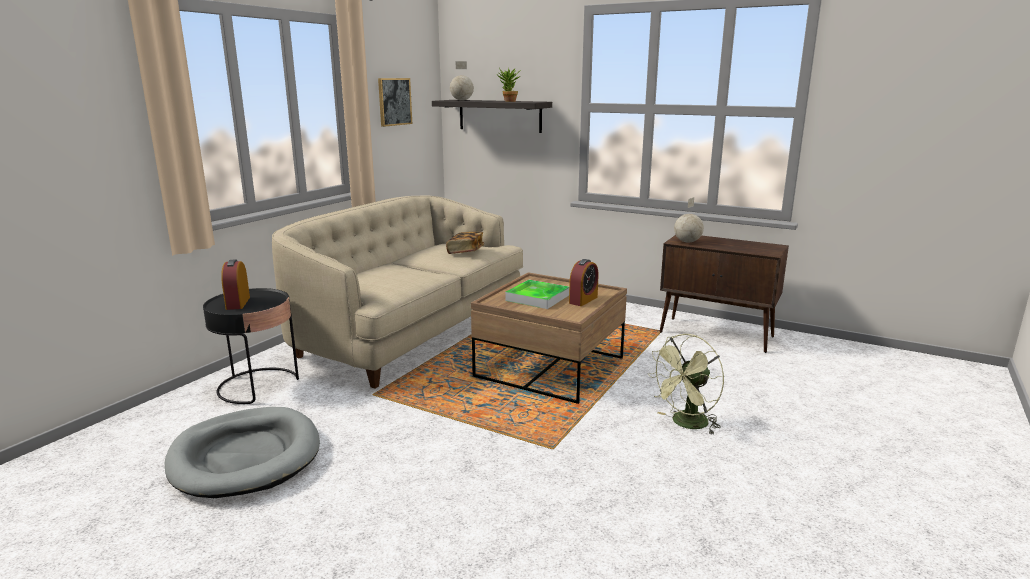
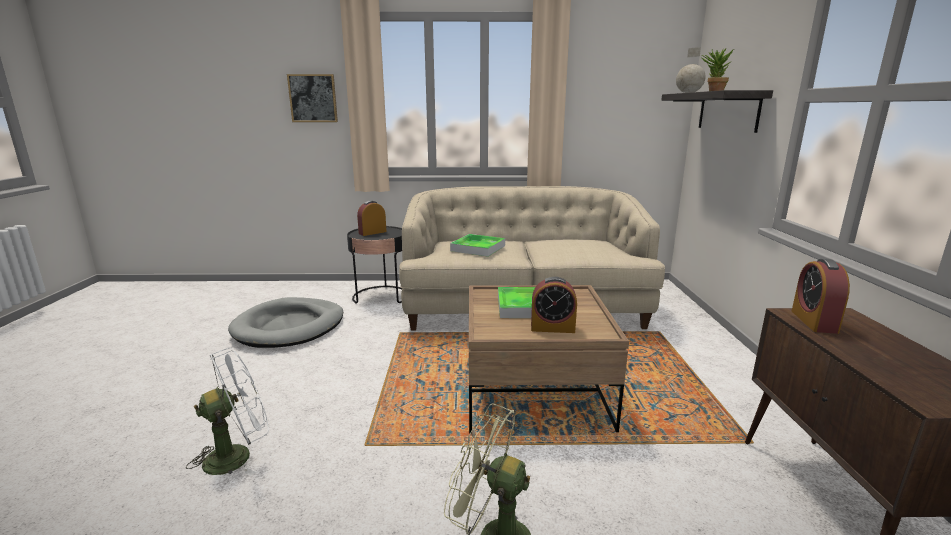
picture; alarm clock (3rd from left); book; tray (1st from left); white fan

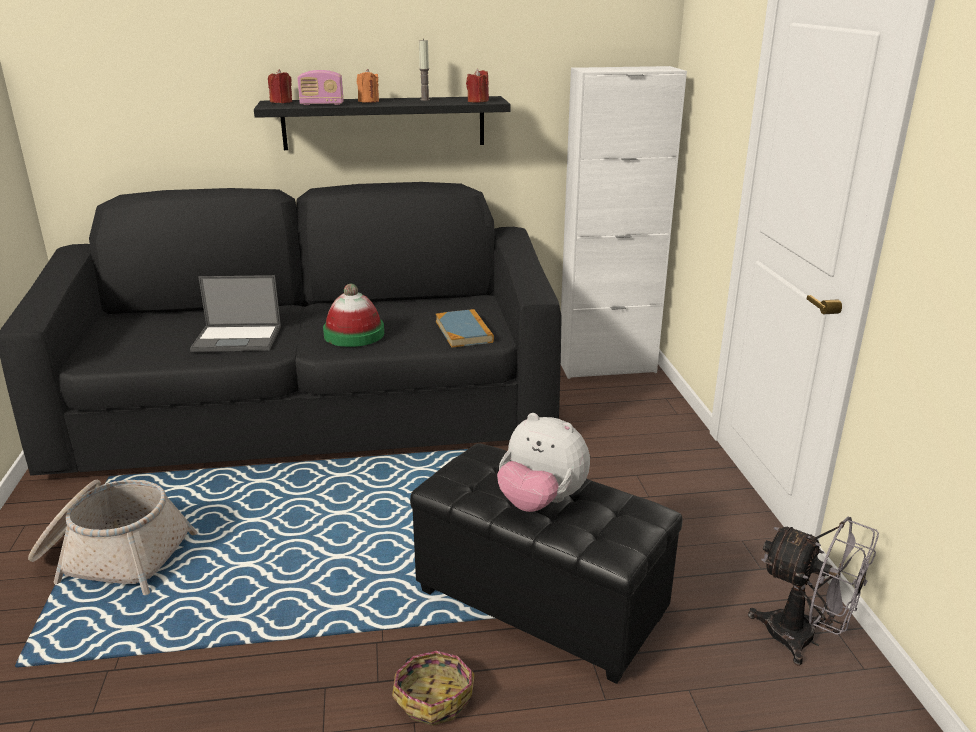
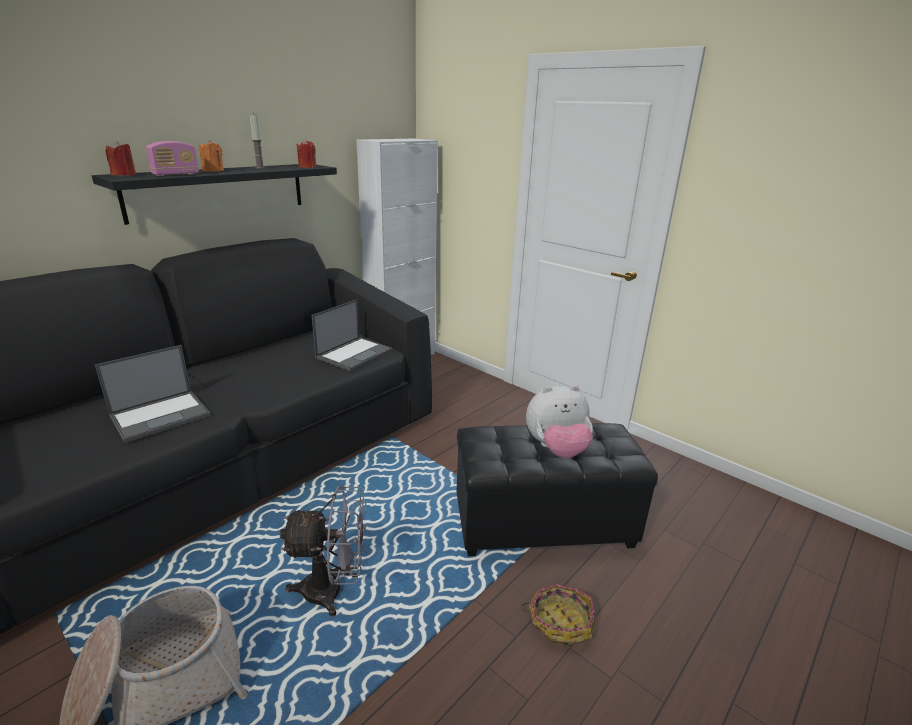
hat; laptop (2nd from left); grey fan

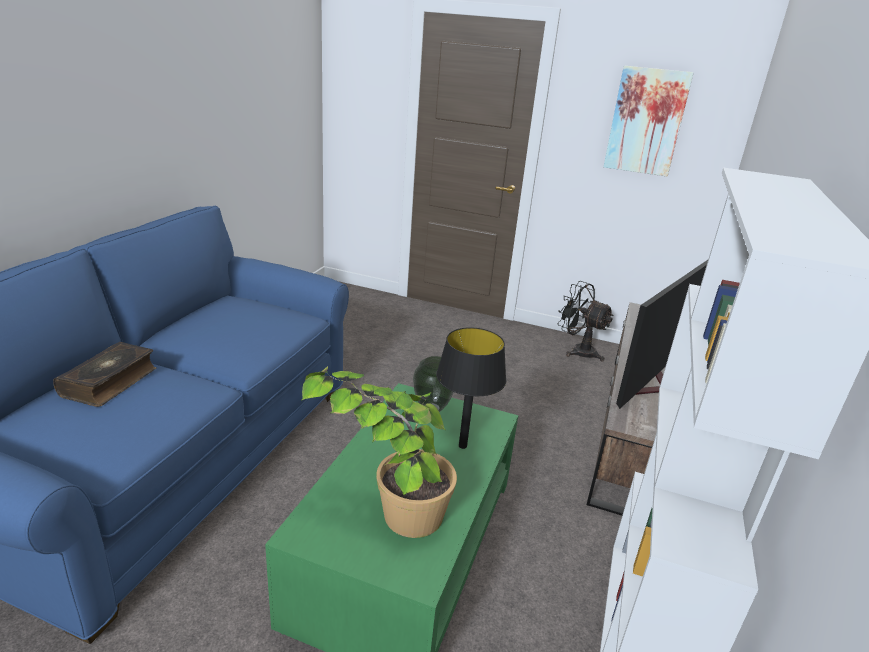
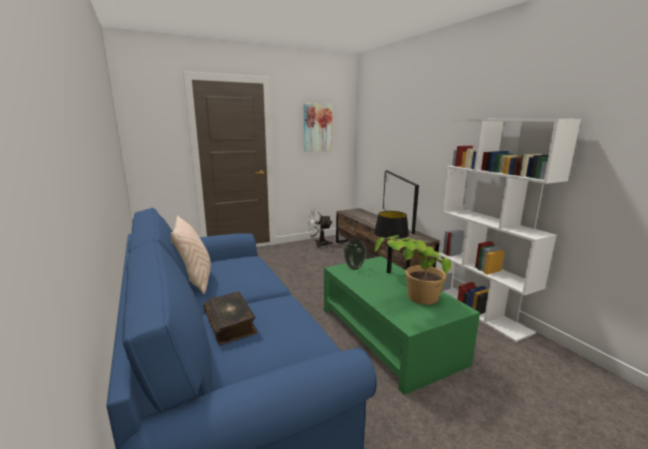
white fan; beige pillow

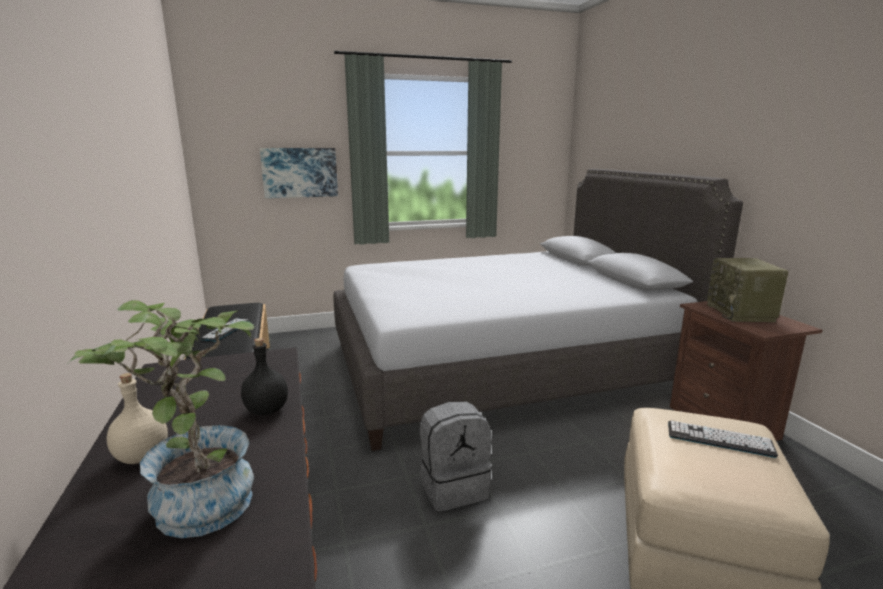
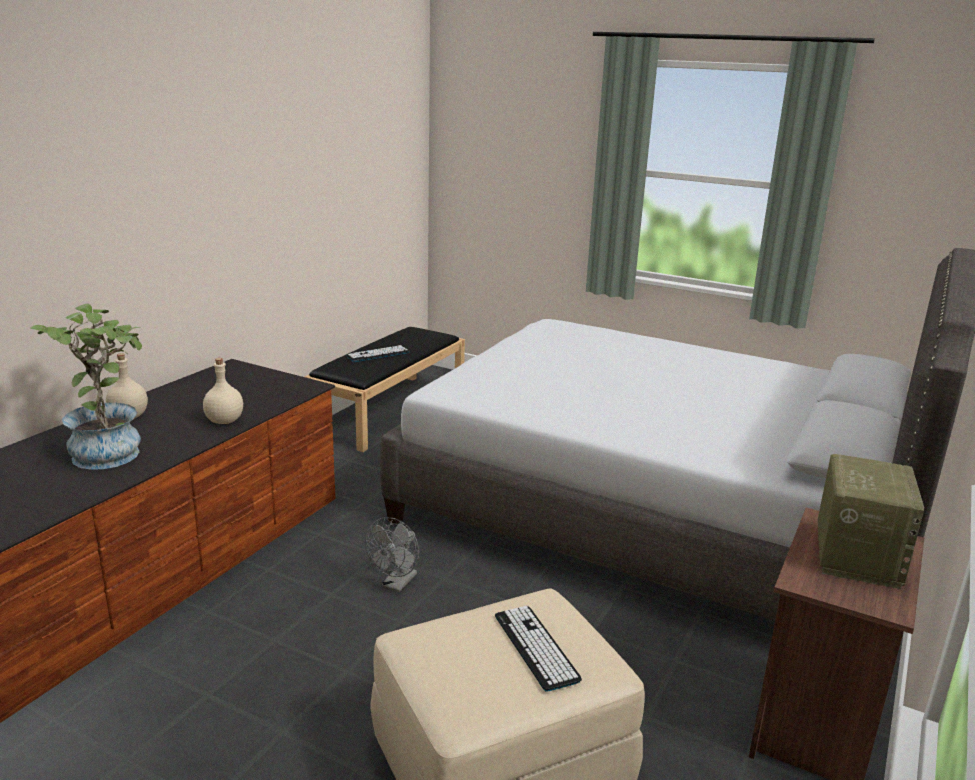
picture; radio; beige bottle (2nd from left); grey fan

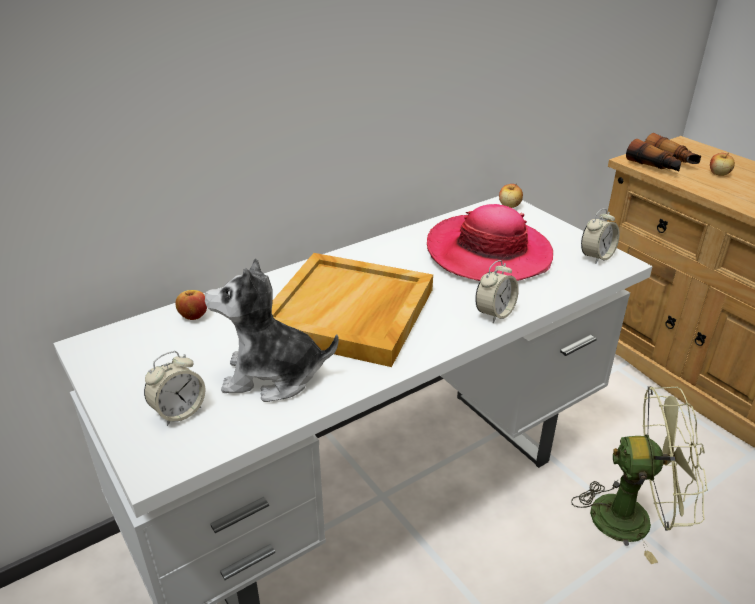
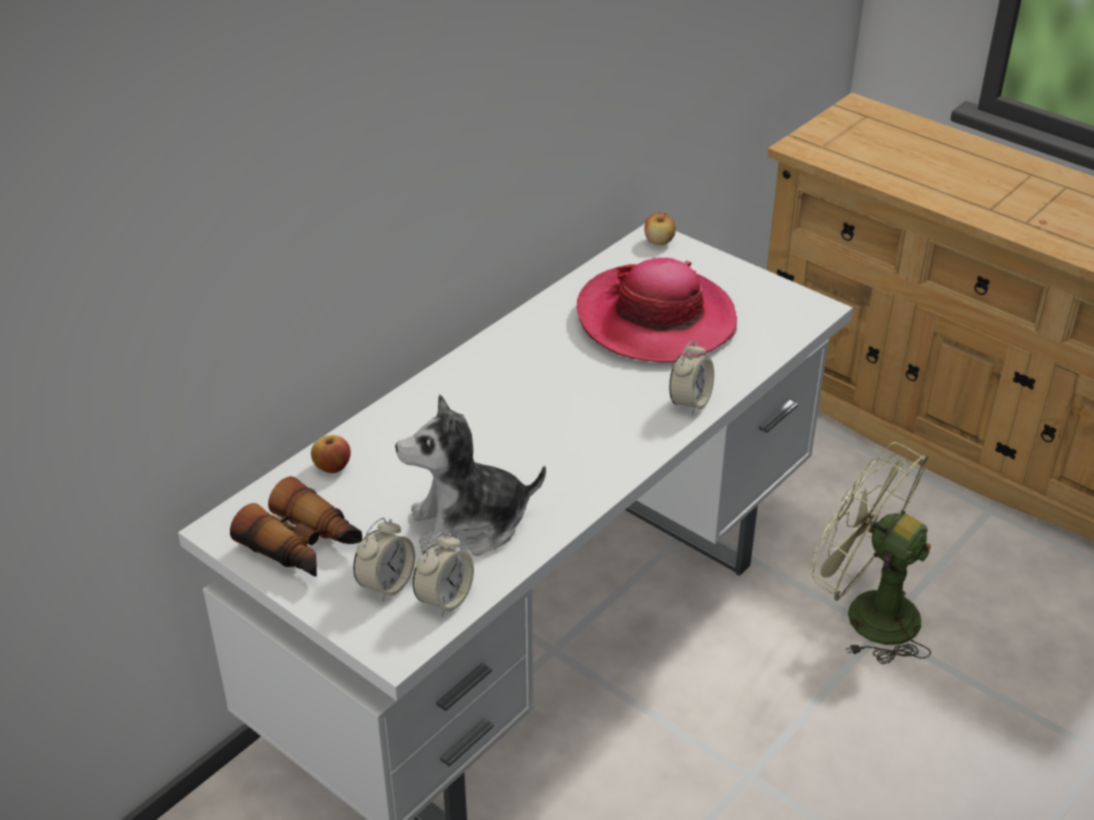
binoculars; apple (3rd from left in the first image); alarm clock (2nd from left); beige tray; green fan

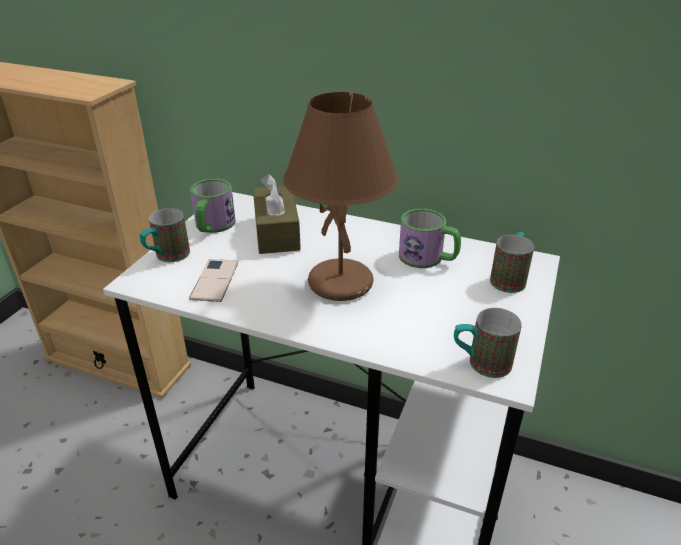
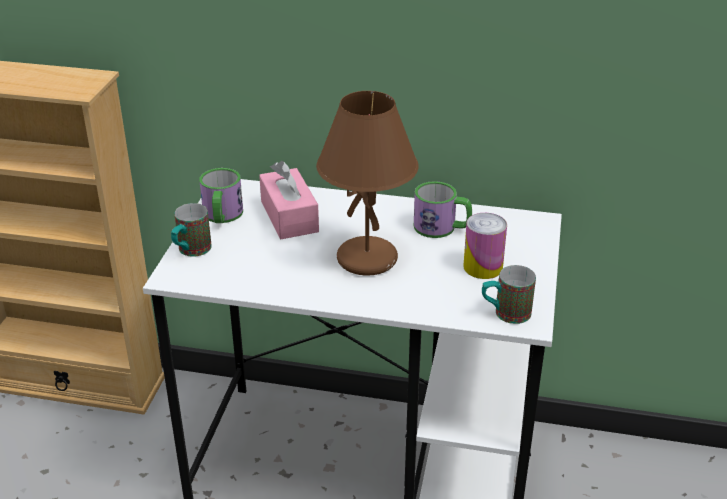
pink tissue box; mug (5th from left in the first image); phone; can

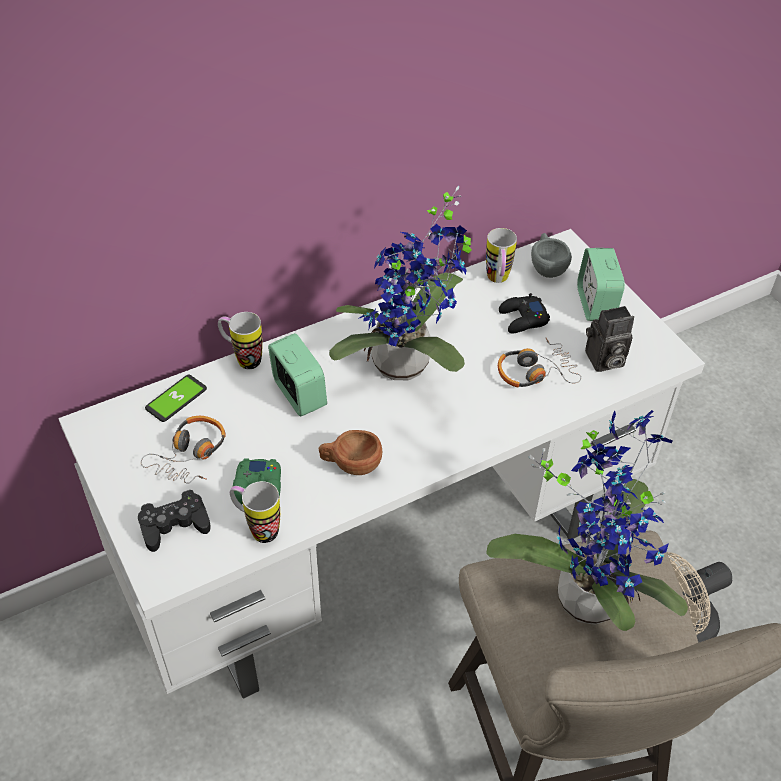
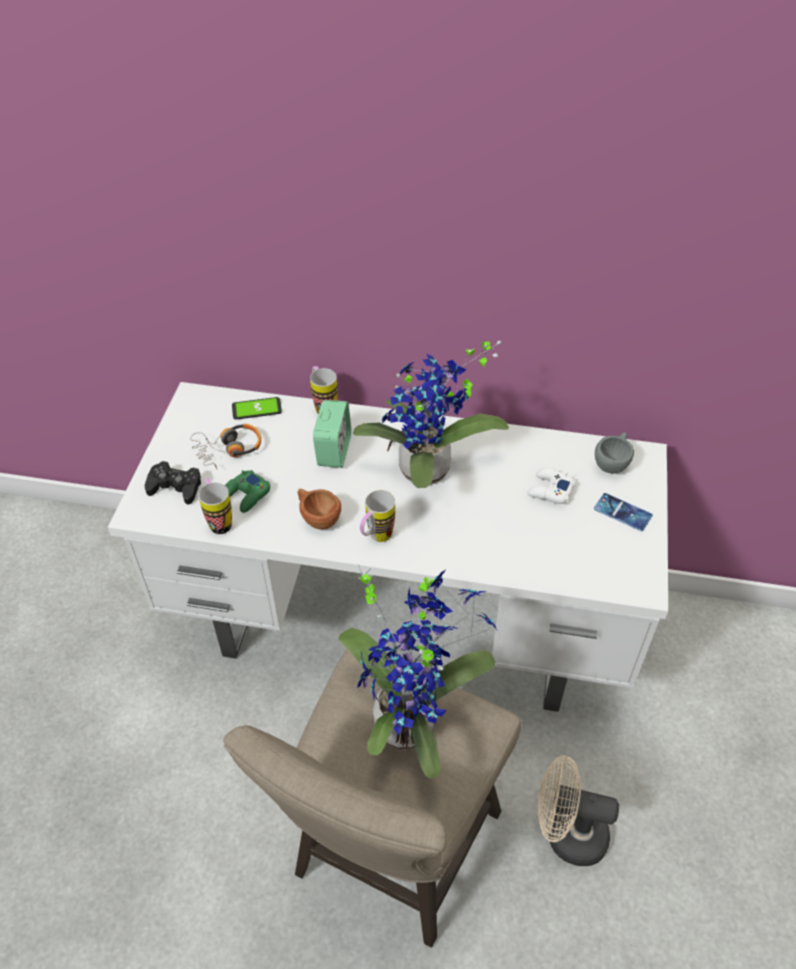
mug (3rd from left); phone (2nd from left); white game controller; photo camera; headphones (2nd from left in the first image)

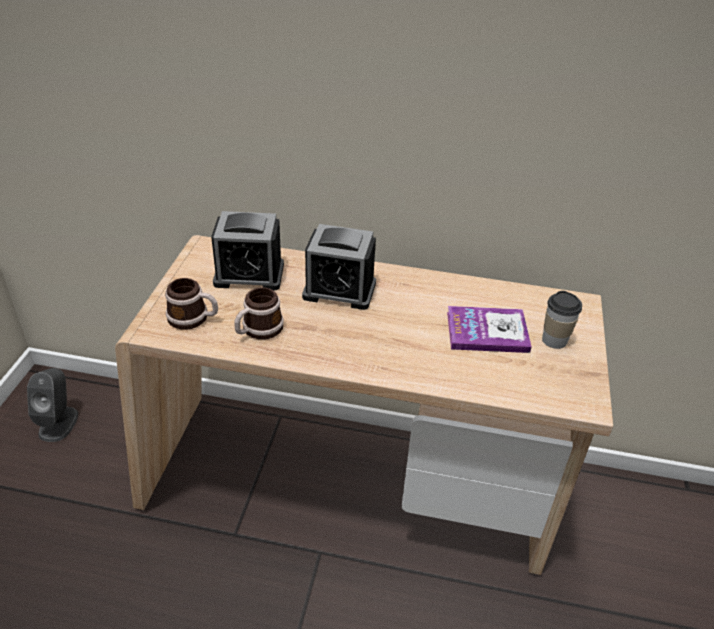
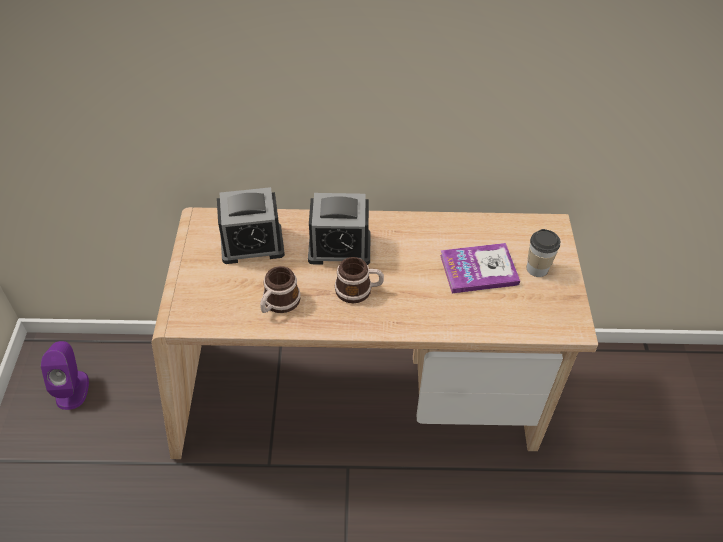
mug (2nd from left); purple speaker

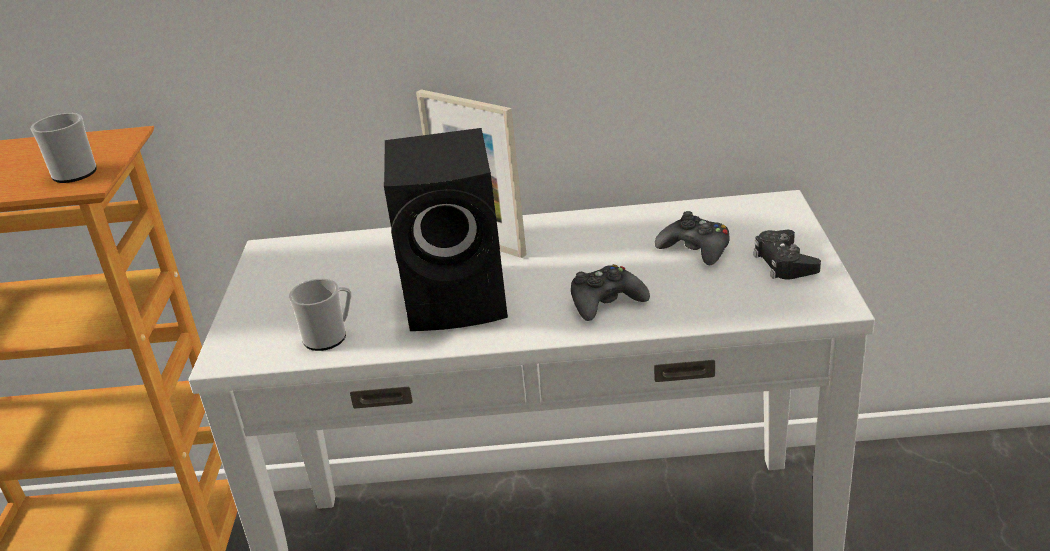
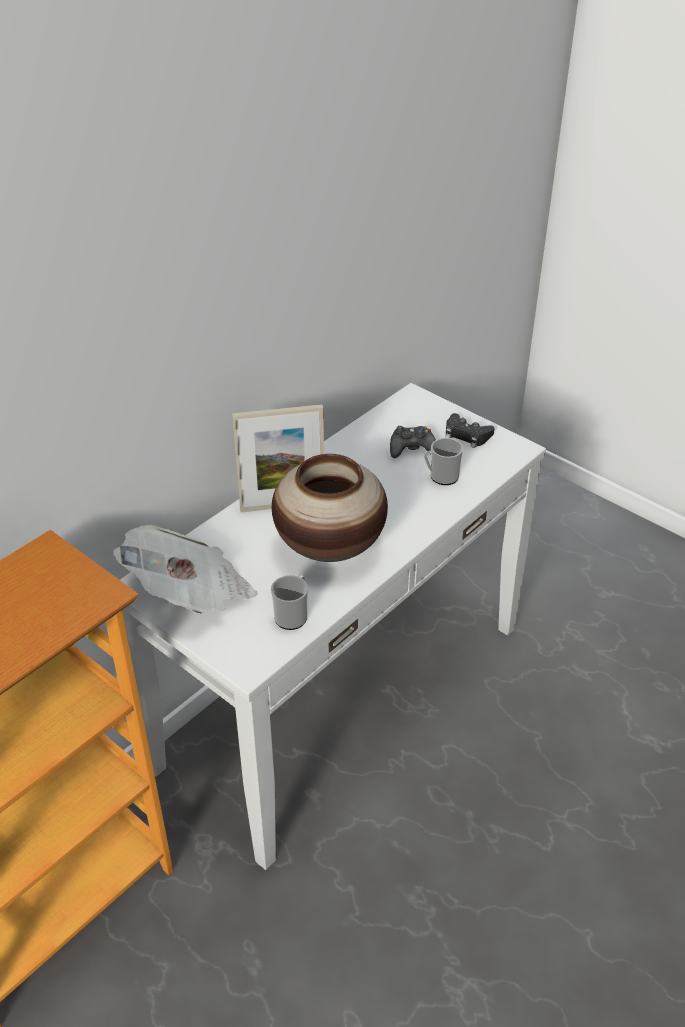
mug (2nd from left); vase; black game controller (1st from left in the first image); newspaper

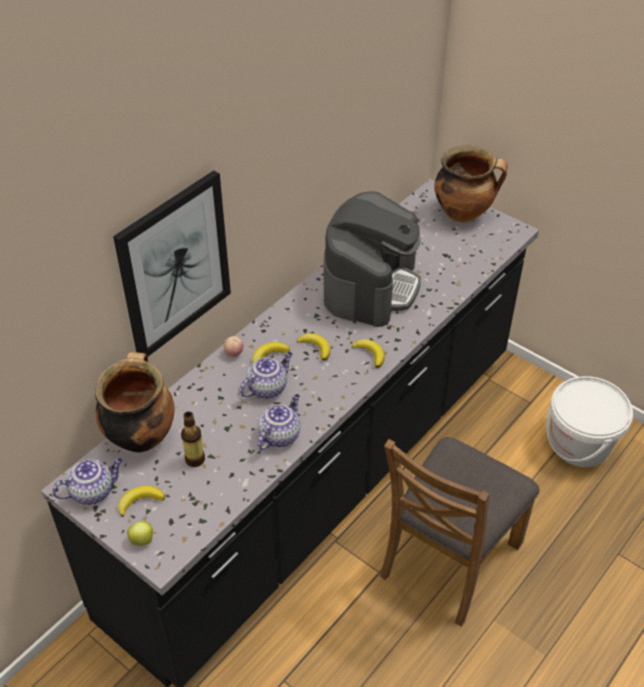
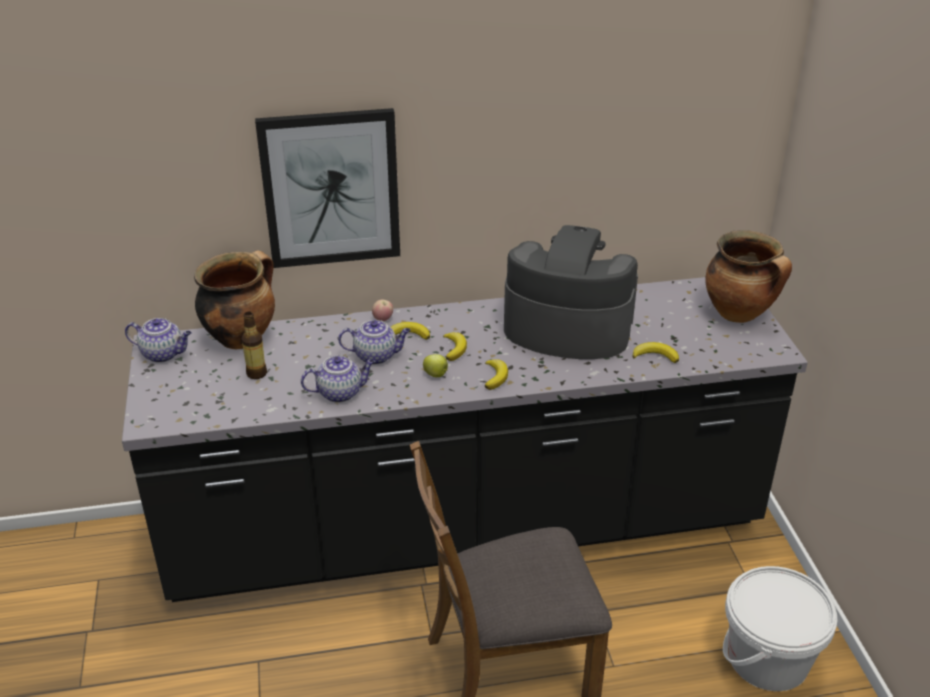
coffee machine; banana (4th from left); apple (2nd from left)

